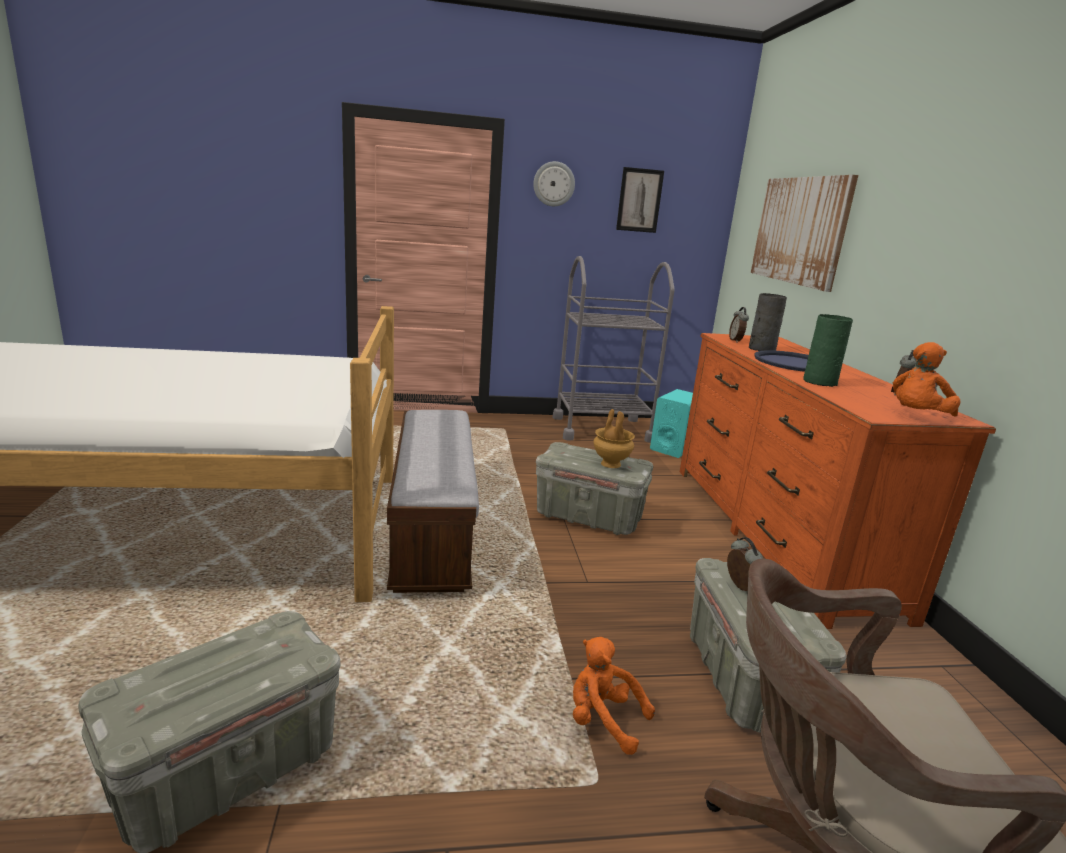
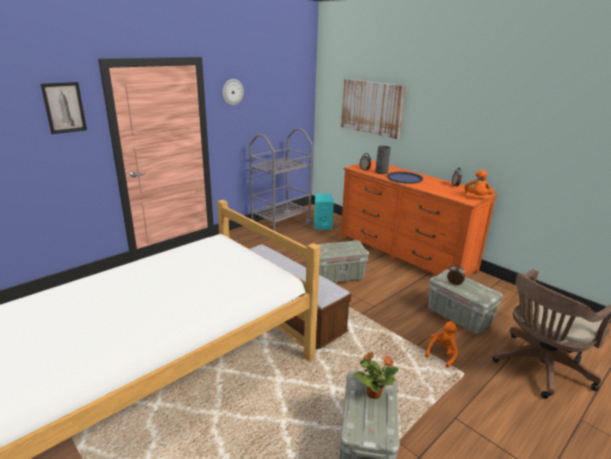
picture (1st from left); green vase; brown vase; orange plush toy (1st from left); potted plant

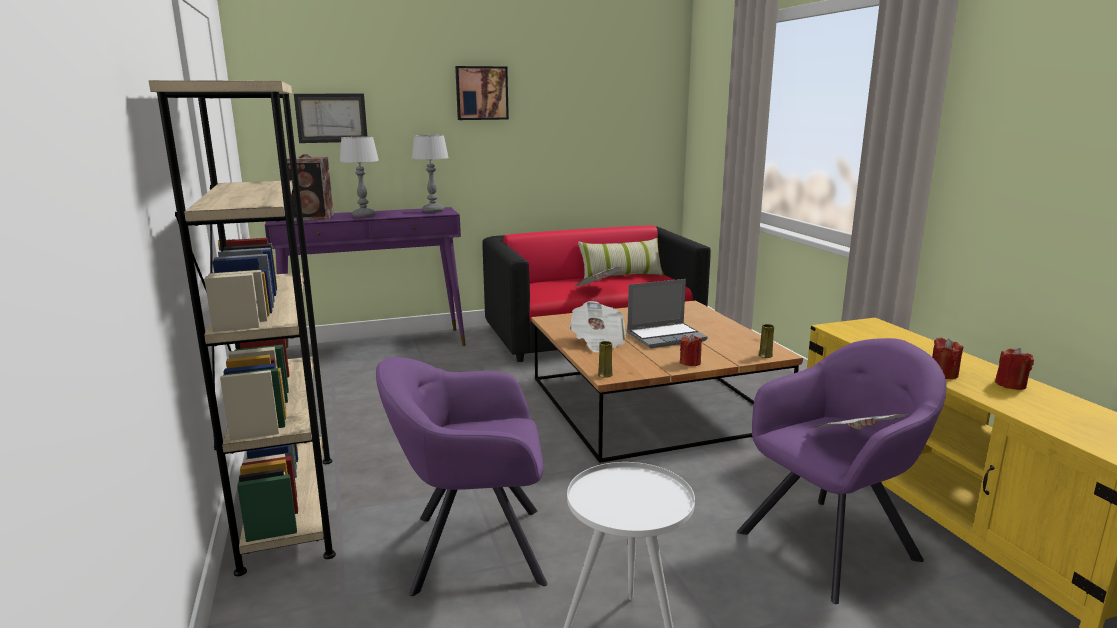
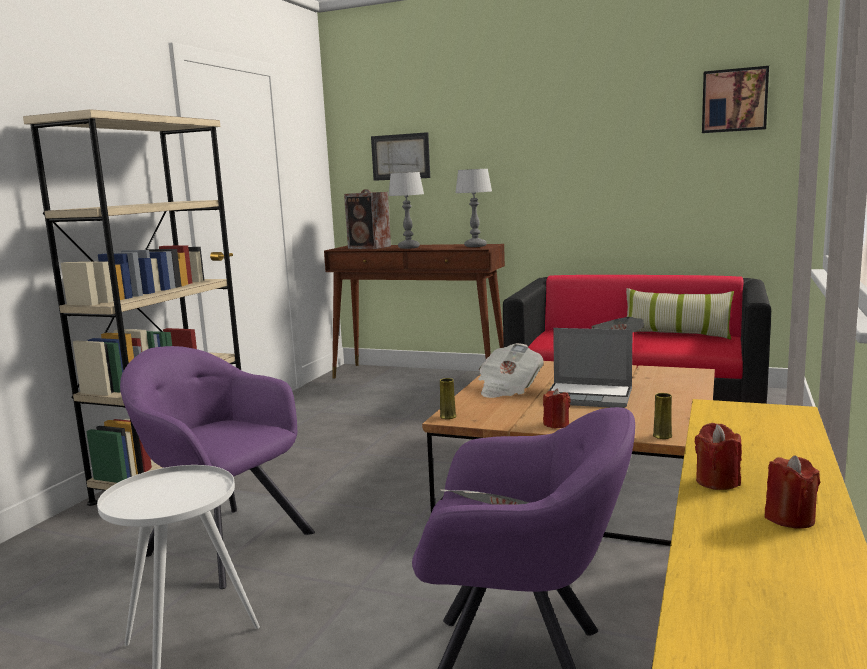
picture (2nd from left); brown console table

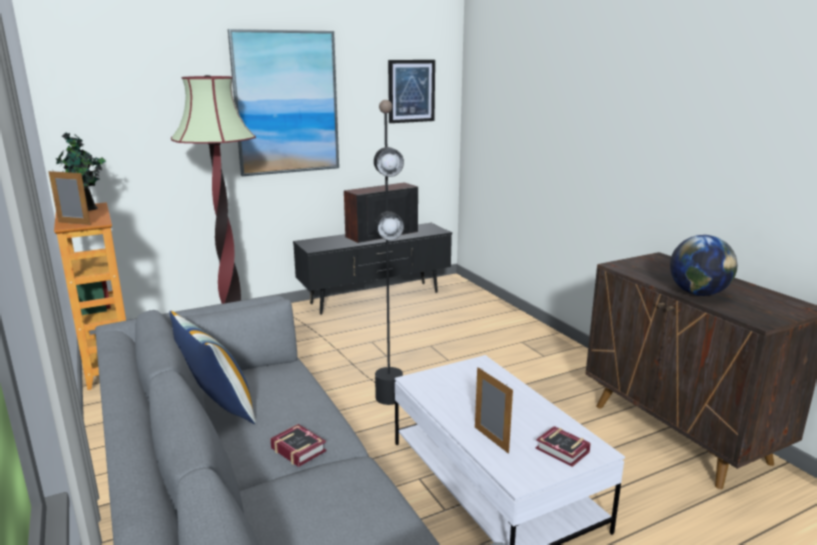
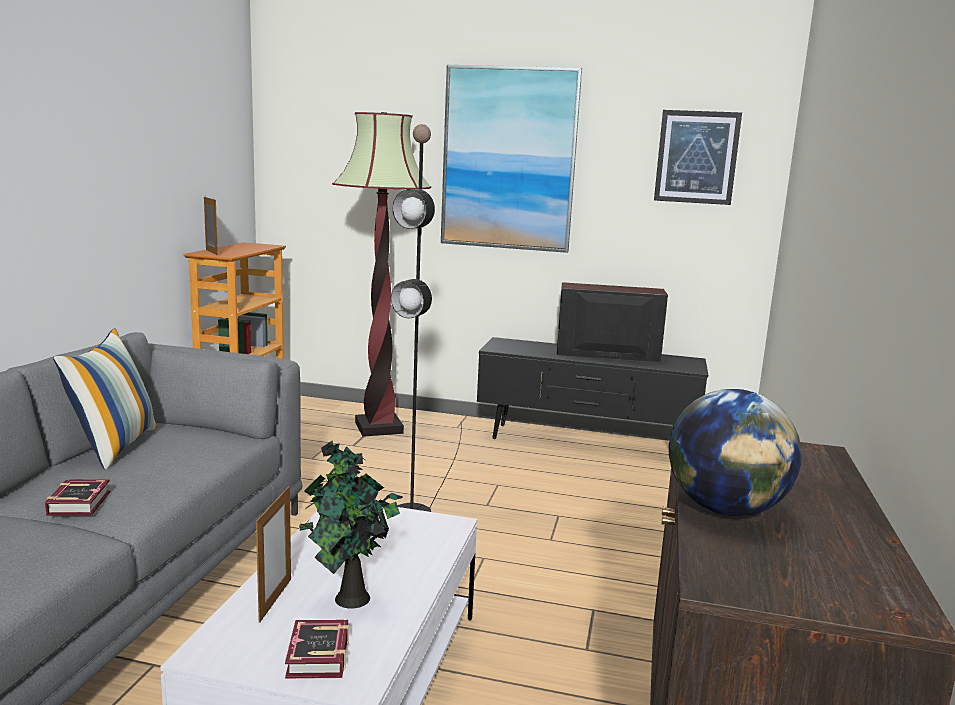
potted plant

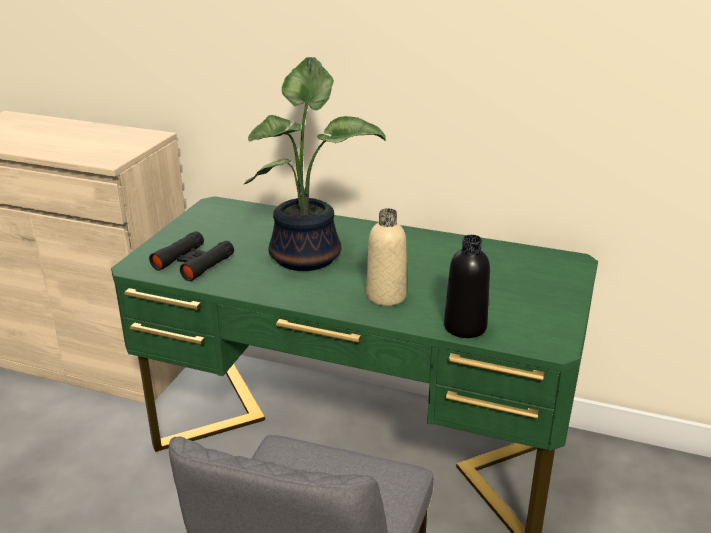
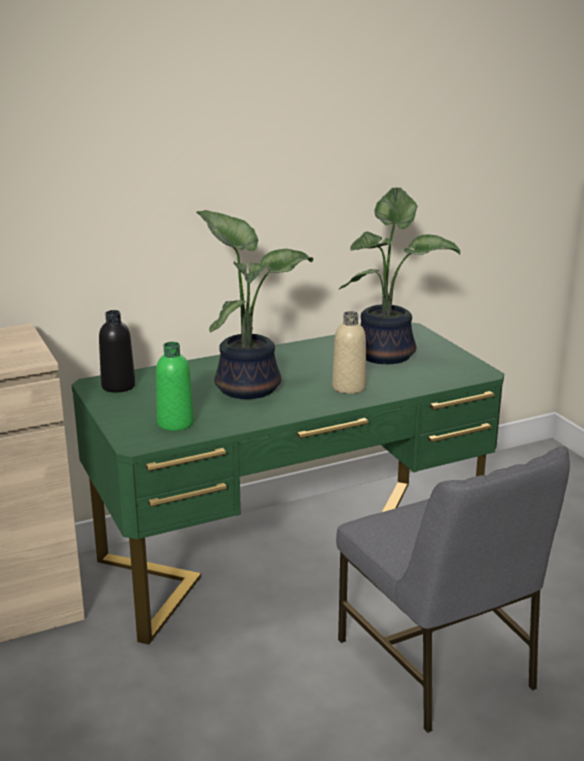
green bottle; black bottle; potted plant (2nd from left)

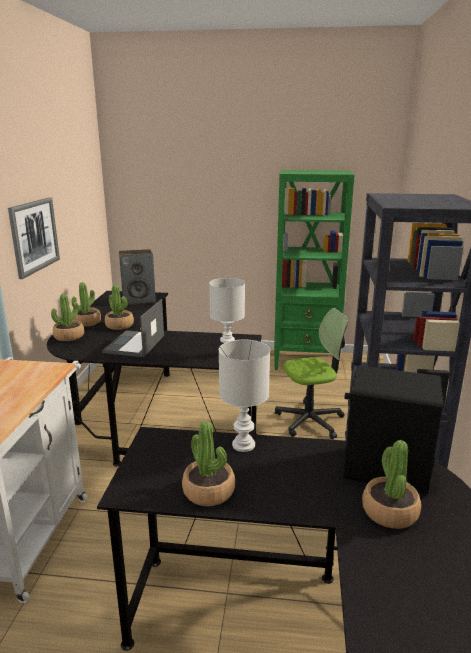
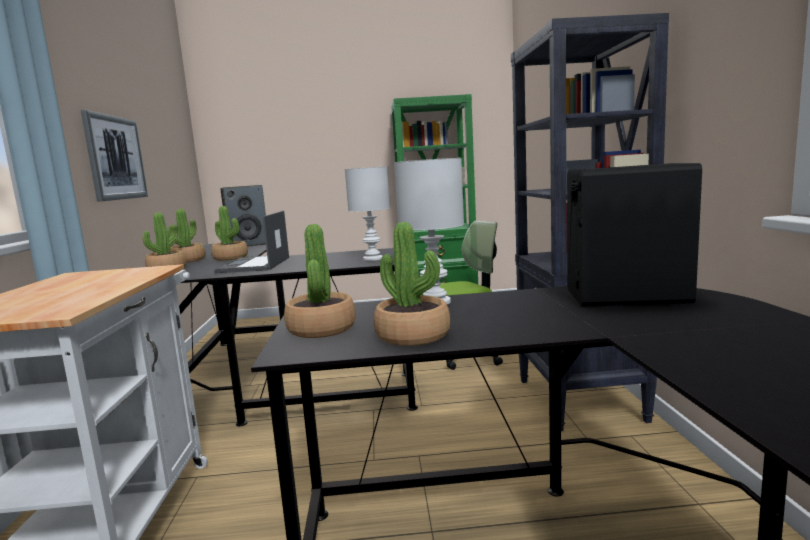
potted plant (4th from left)

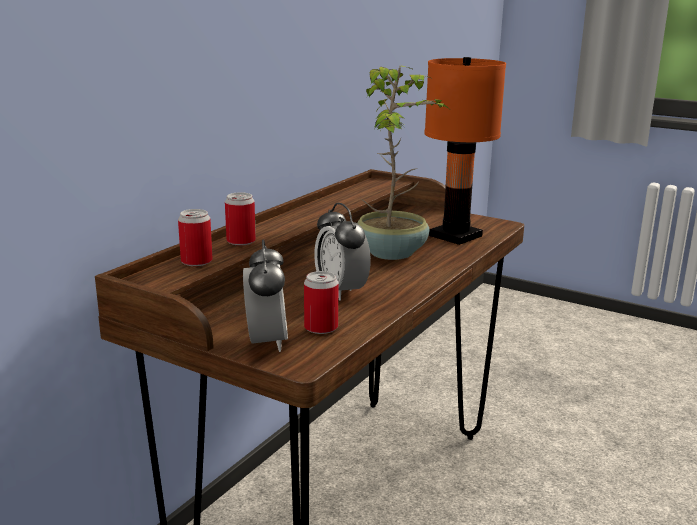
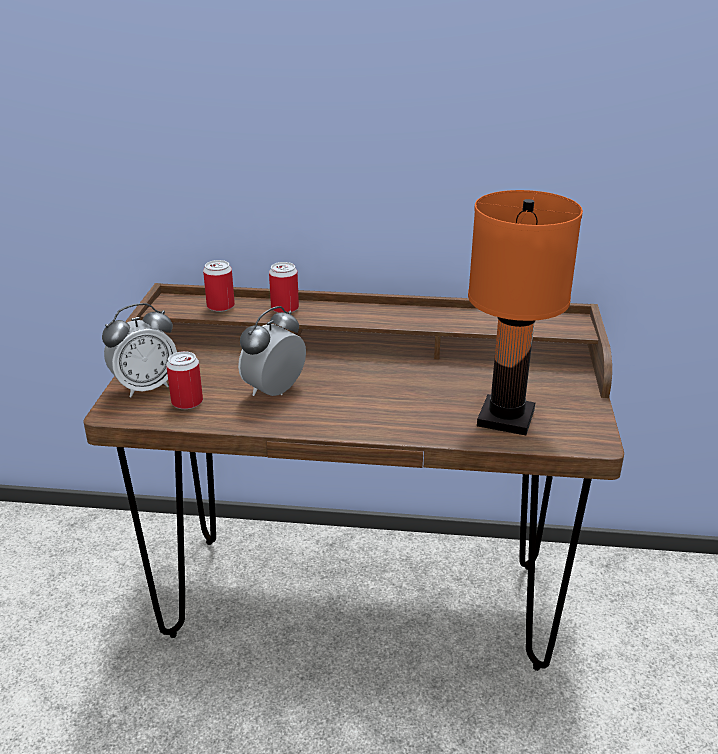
potted plant

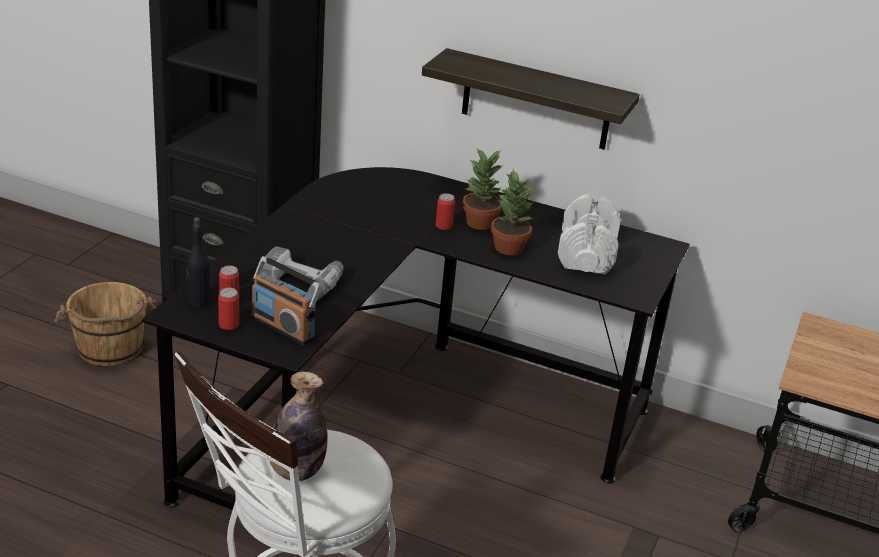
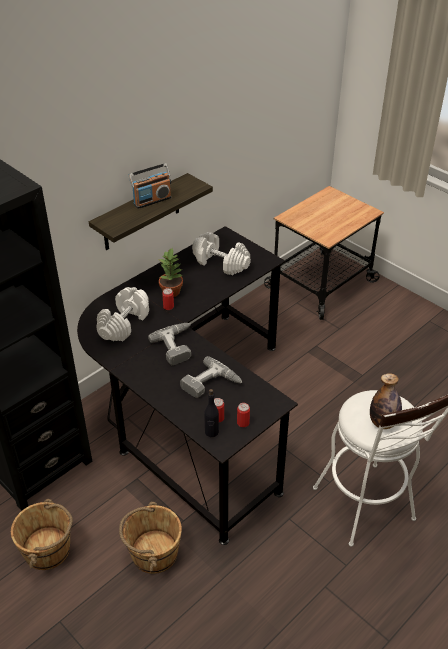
potted plant (2nd from left in the first image); radio; white dumbbell (1st from left); power drill (1st from left); brown bucket (2nd from left)

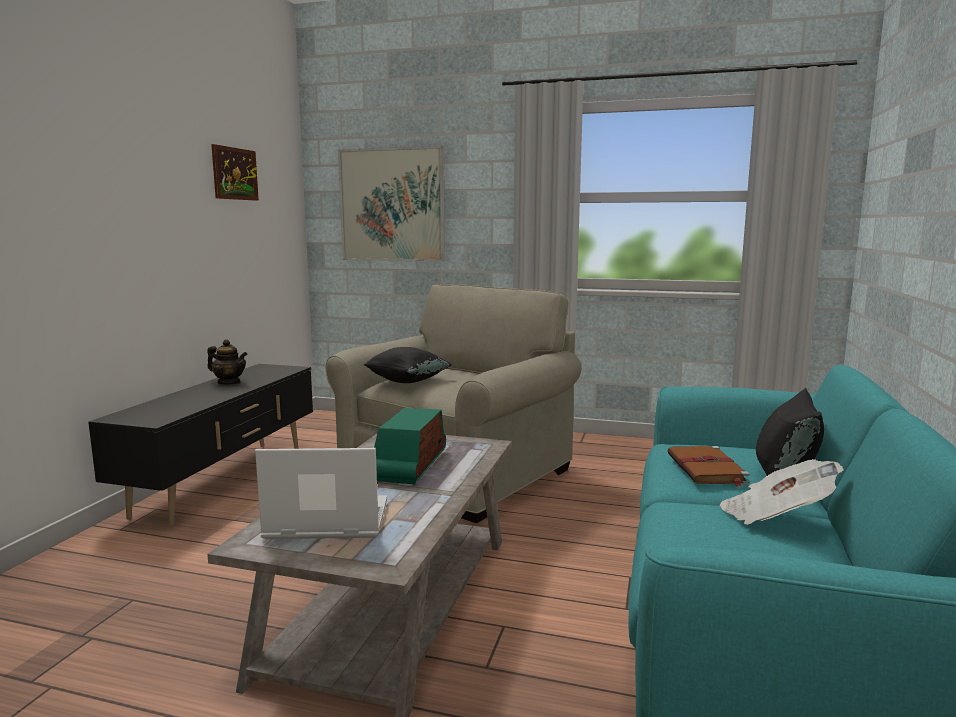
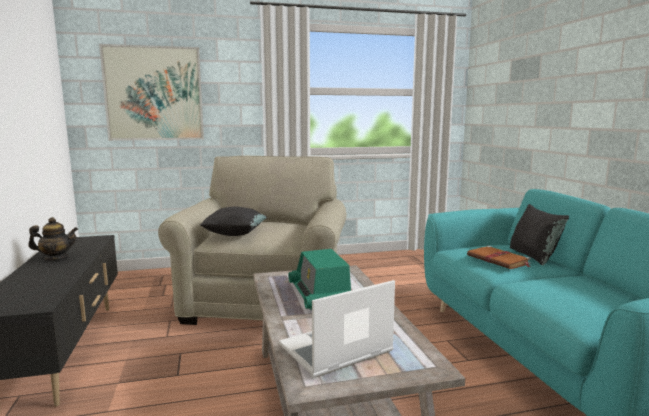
picture (1st from left in the first image); newspaper

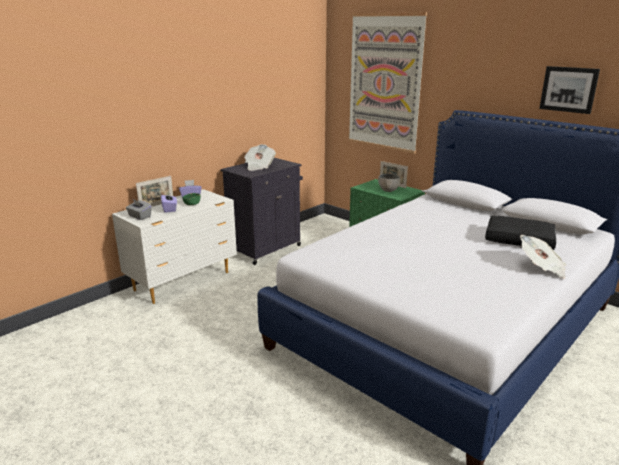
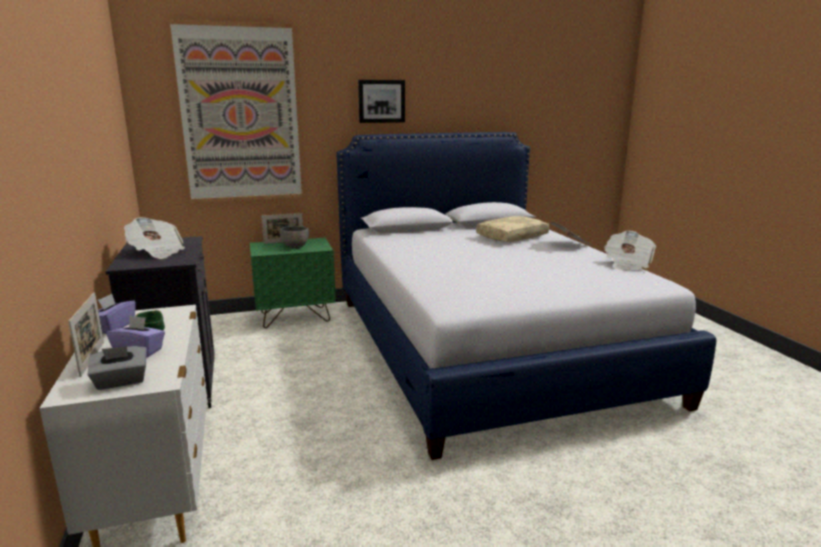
picture (2nd from left); beige pillow; newspaper (3rd from left)

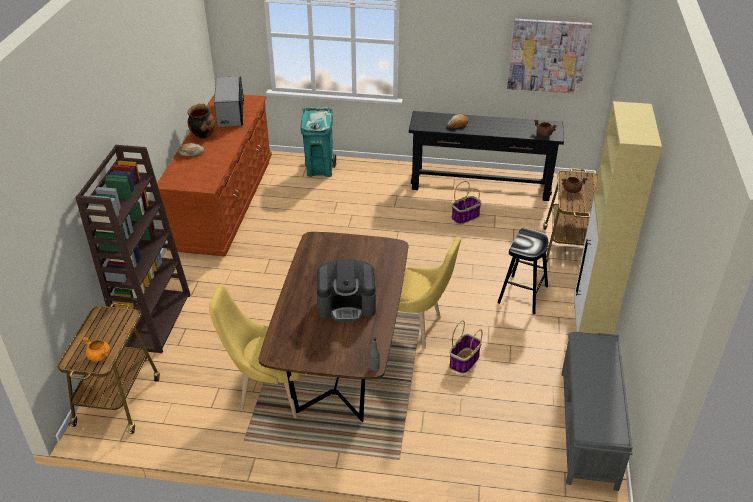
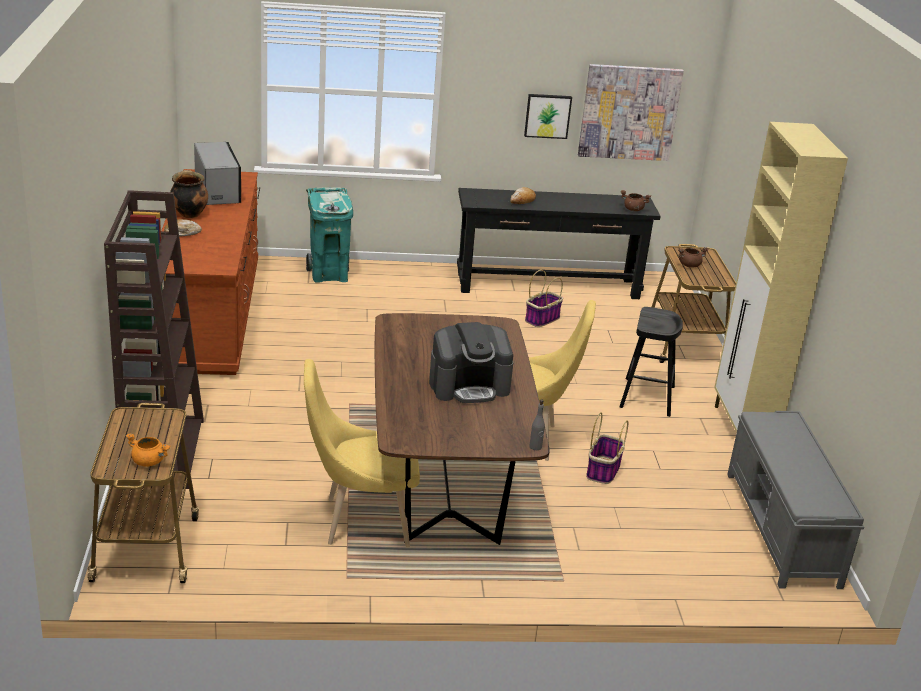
picture (1st from left)

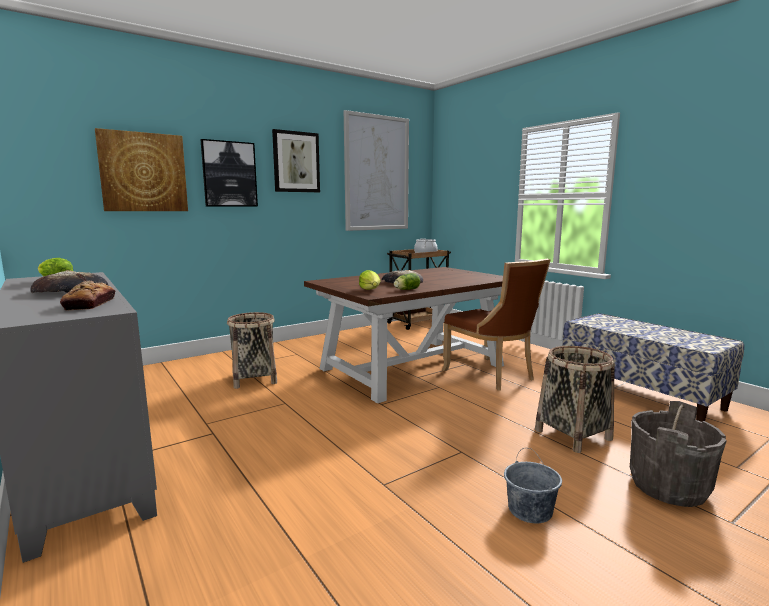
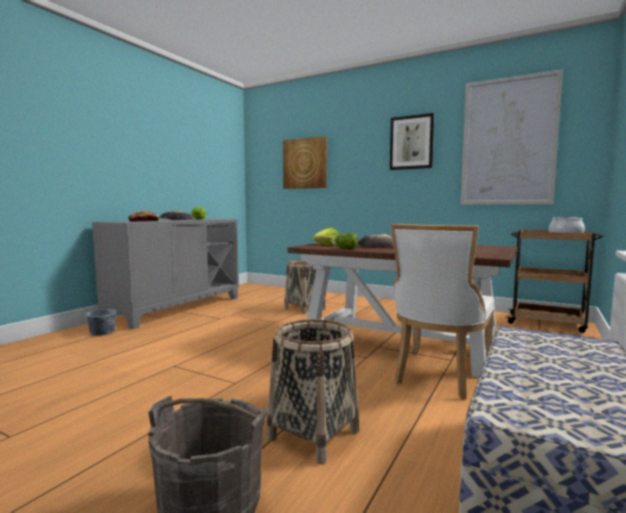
picture (2nd from left in the first image); white chair; grey bucket (1st from left)

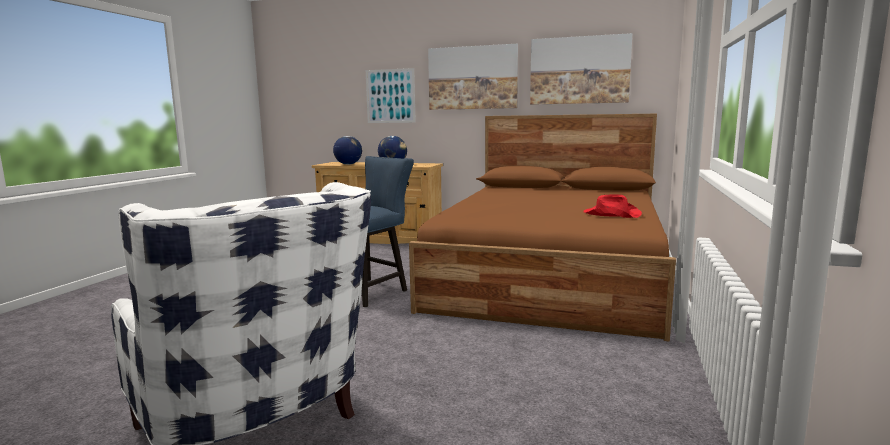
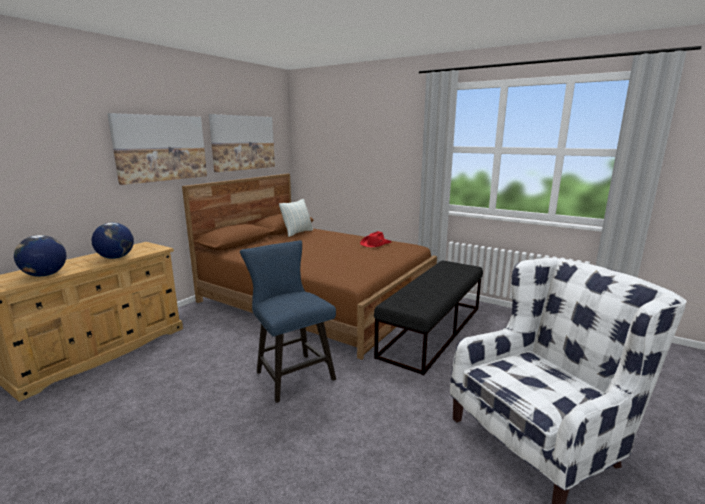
picture (1st from left in the first image); pillow; black bench

